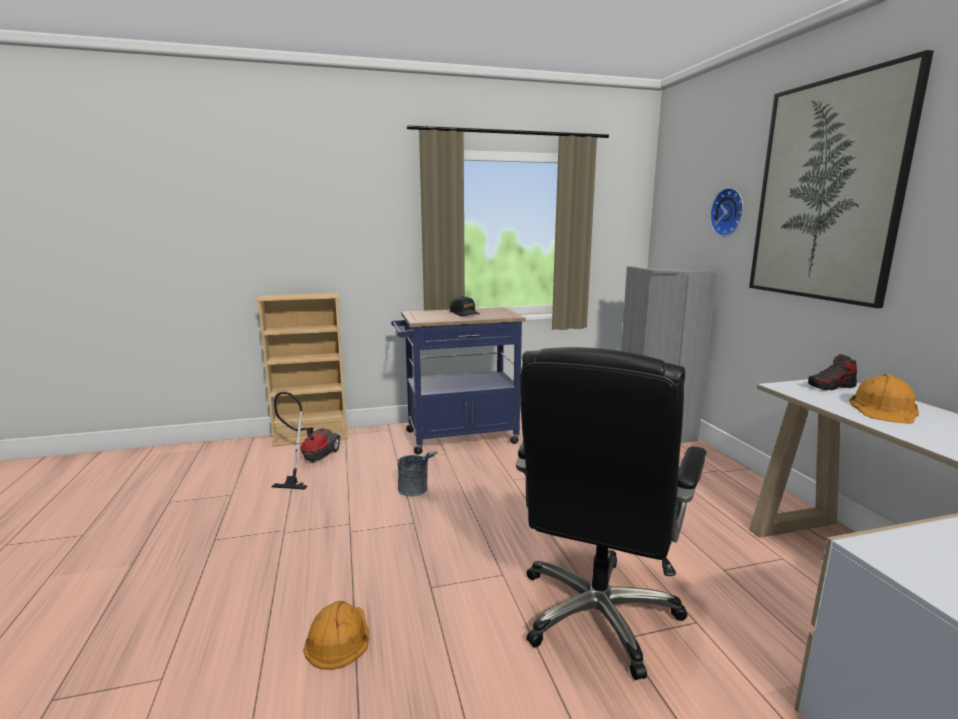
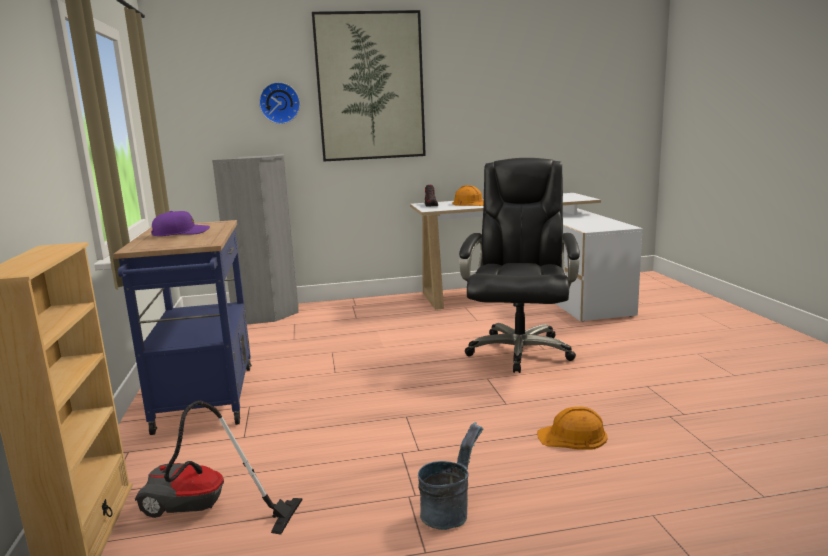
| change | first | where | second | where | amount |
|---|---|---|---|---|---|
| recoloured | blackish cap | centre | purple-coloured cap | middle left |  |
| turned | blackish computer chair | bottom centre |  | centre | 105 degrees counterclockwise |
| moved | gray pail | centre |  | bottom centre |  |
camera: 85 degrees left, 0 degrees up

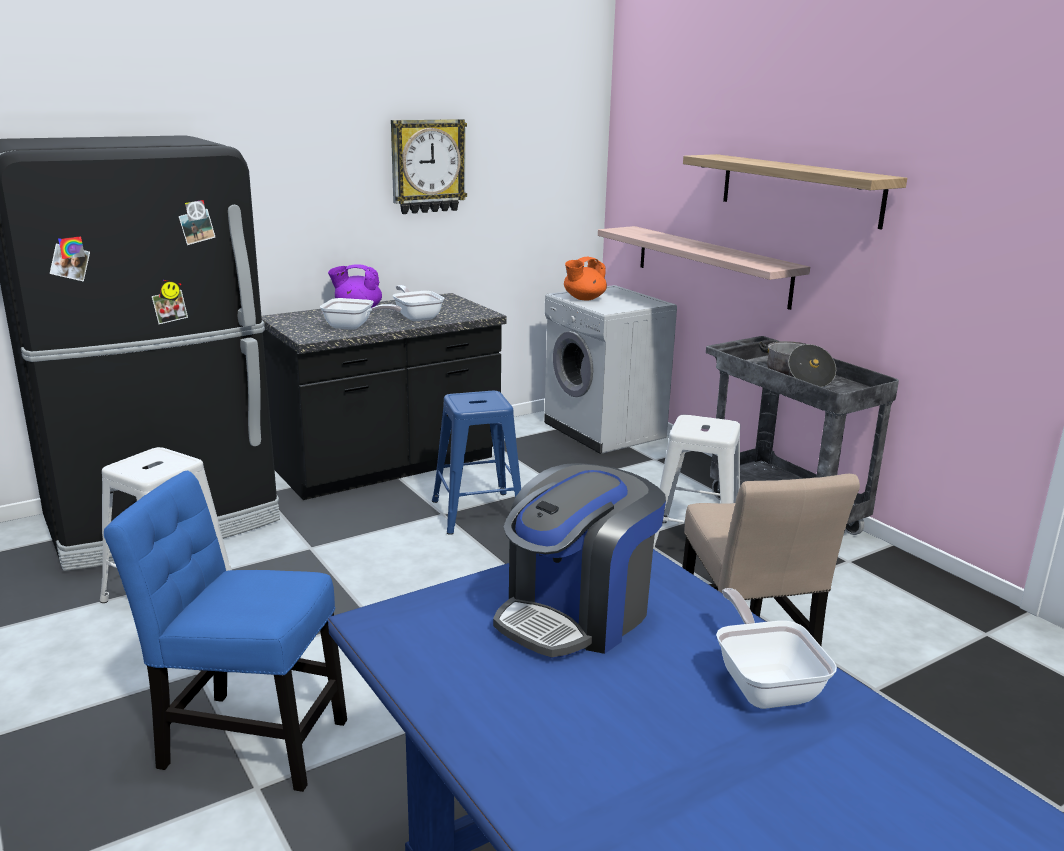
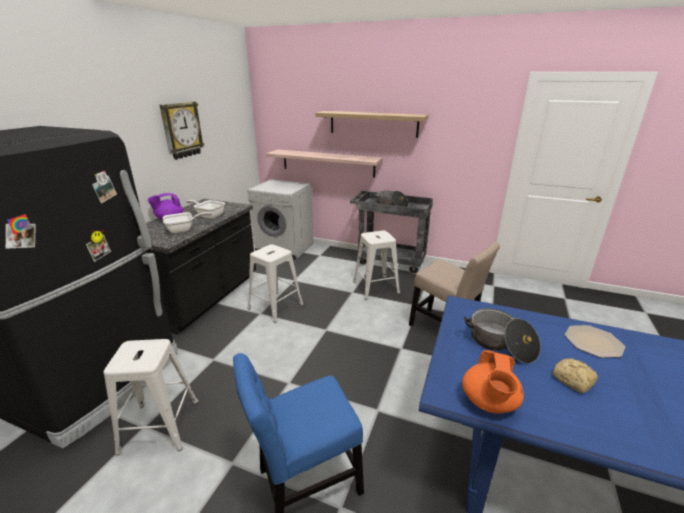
| change | first | where | second | where | amount |
|---|---|---|---|---|---|
| moved | orangey pot for tea | top centre |  | bottom right |  |
| recoloured | bluish stool seat | centre | white-coloured stool seat (2nd from left) | centre |  |
| replaced | coffee machine | centre | saucepot (2nd from left) | middle right |  |
| replaced | skillet (3rd from left) | bottom right | flat dish | middle right |  |
| added |  |  | bread | bottom right |  |
camera: 35 degrees left, 5 degrees up

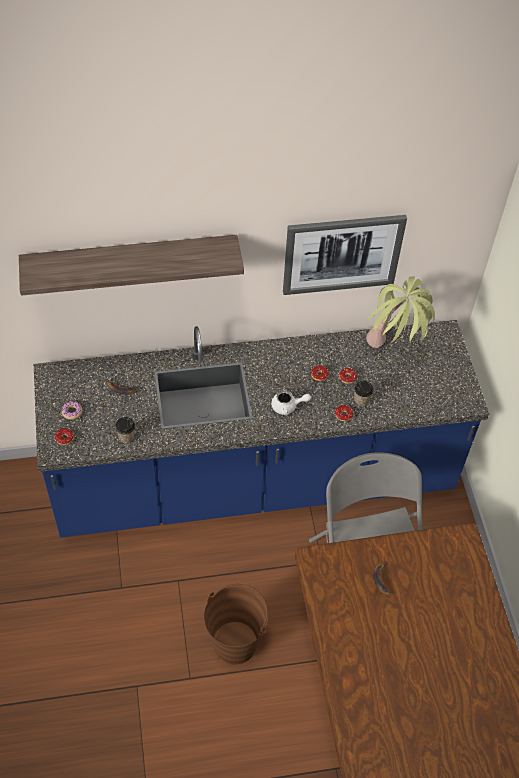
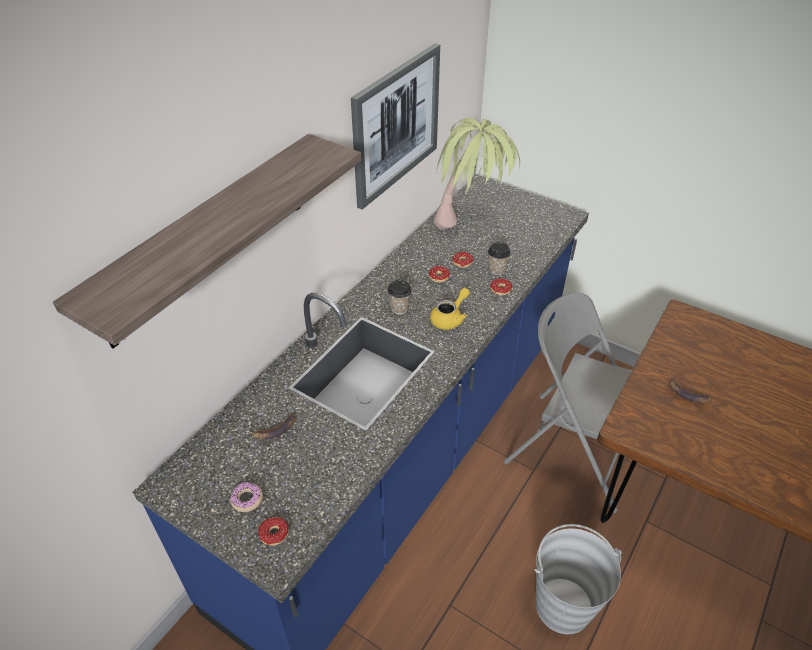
| change | first | where | second | where | amount |
|---|---|---|---|---|---|
| recoloured | white-coloured pot for tea | centre | yellow pot for tea | centre |  |
| moved | small cup (1st from left) | middle left |  | centre |  |
| recoloured | brownish pail | bottom centre | gray pail | bottom right |  |
camera: 45 degrees left, 10 degrees down

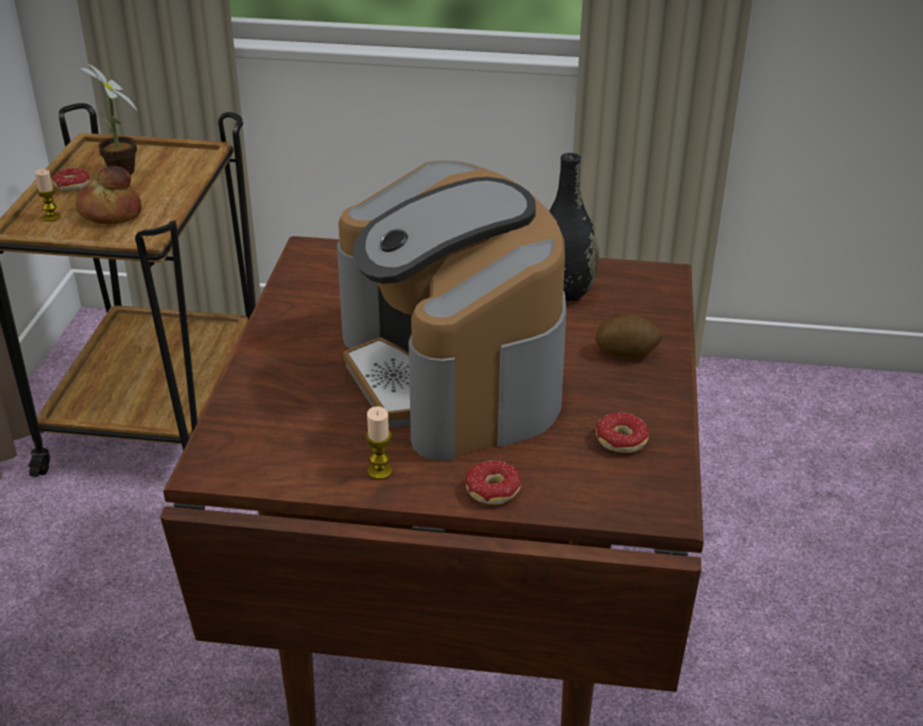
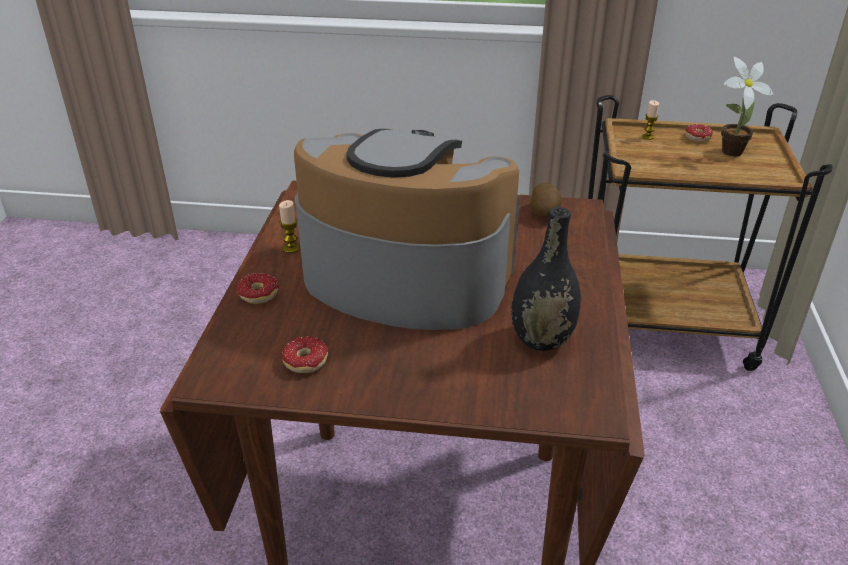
| change | first | where | second | where | amount |
|---|---|---|---|---|---|
| turned | coffee machine | centre |  | centre | 45 degrees clockwise |
| removed | bread | top left |  |  |  |
| moved | spud | middle right |  | centre |  |
camera: 90 degrees right, 0 degrees up

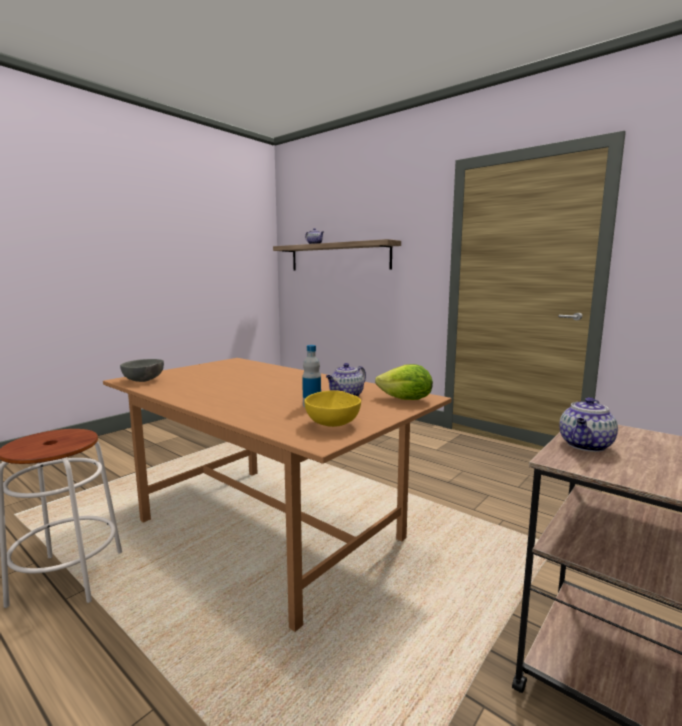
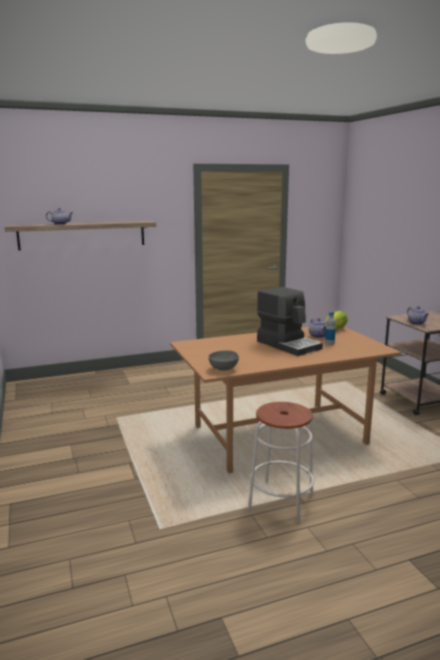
| change | first | where | second | where | amount |
|---|---|---|---|---|---|
| removed | yellow deep dish | centre |  |  |  |
| added |  |  | coffee machine | centre |  |
camera: 60 degrees left, 5 degrees up

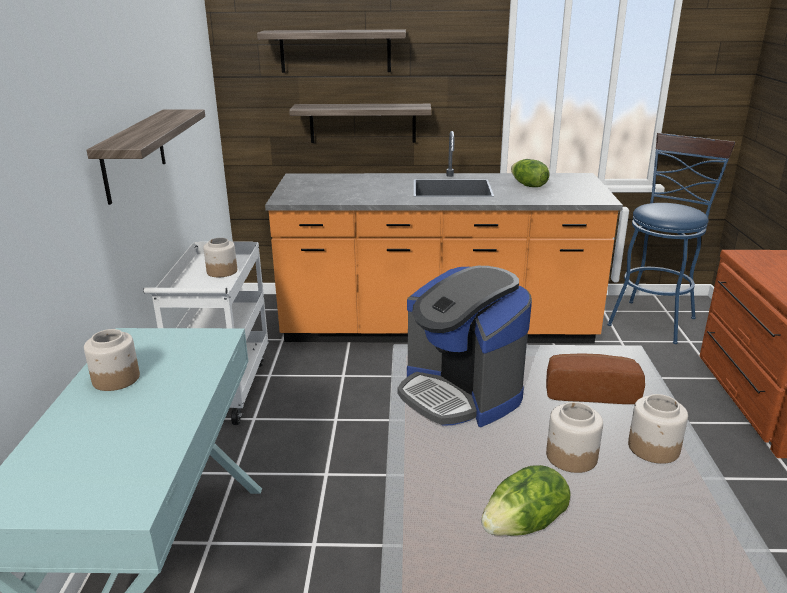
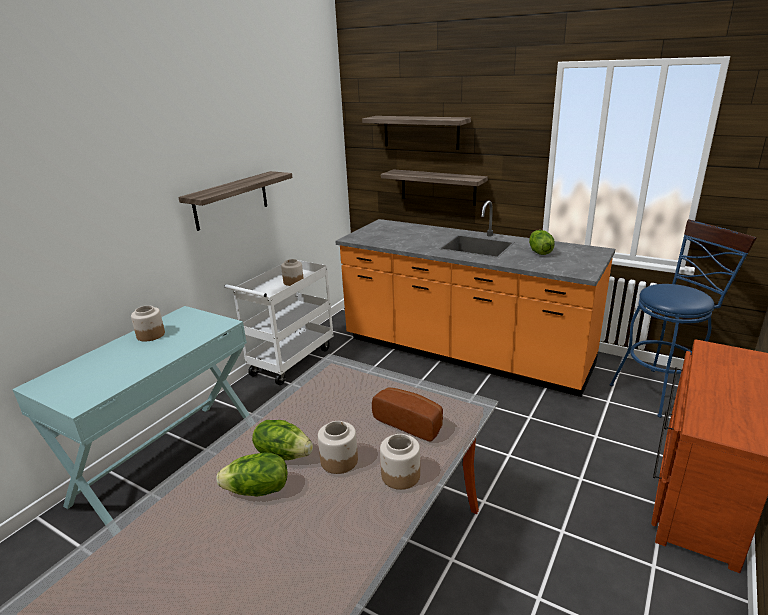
| change | first | where | second | where | amount |
|---|---|---|---|---|---|
| removed | coffee machine | centre |  |  |  |
| added |  |  | lettuce (2nd from left) | bottom centre |  |
camera: 30 degrees right, 0 degrees up

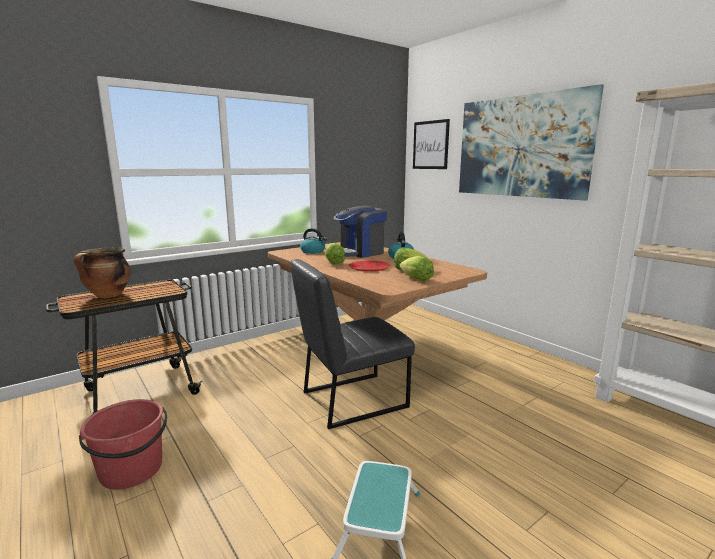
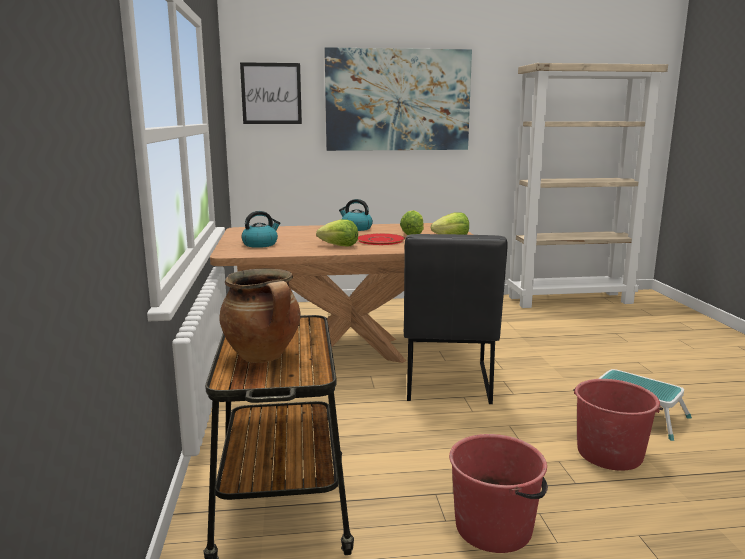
| change | first | where | second | where | amount |
|---|---|---|---|---|---|
| removed | coffee machine | centre |  |  |  |
| added |  |  | red pail (2nd from left) | bottom right |  |
camera: 60 degrees left, 0 degrees up

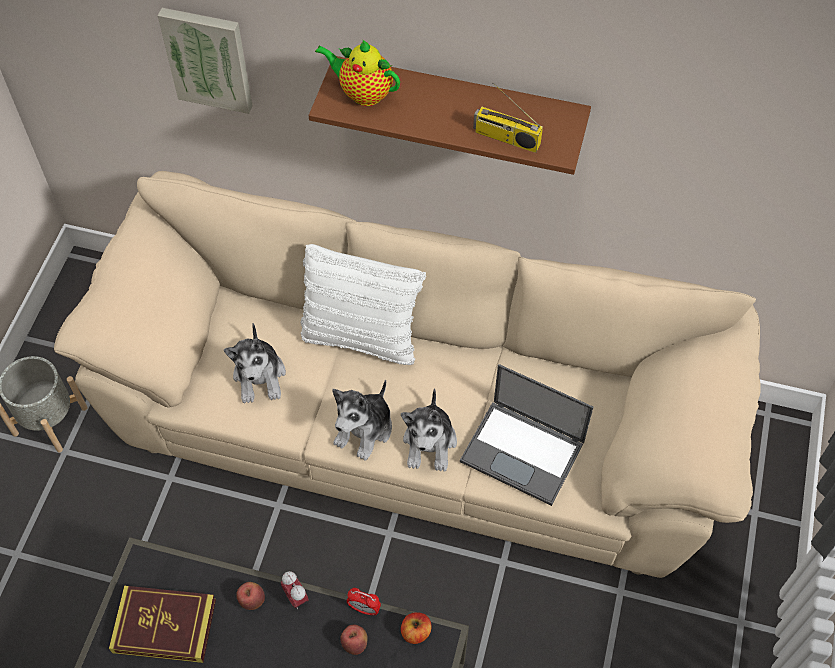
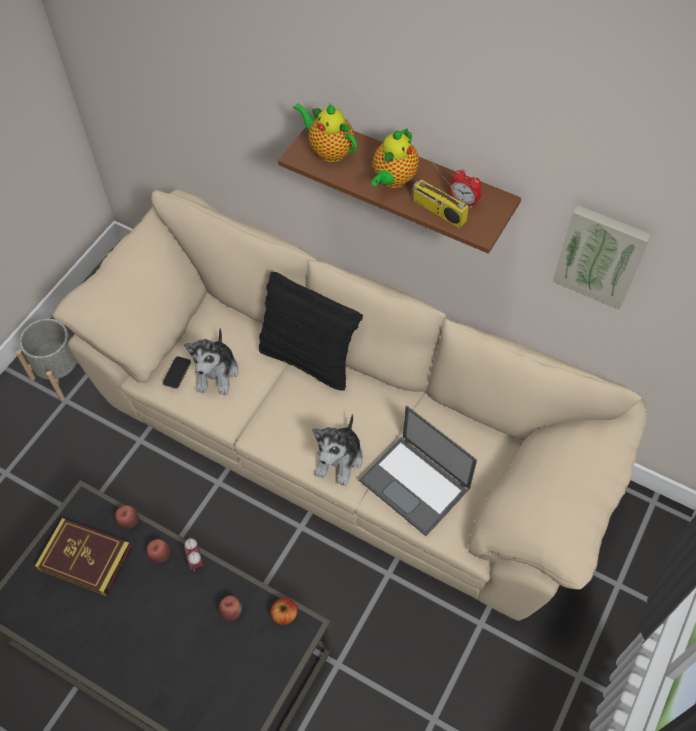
| change | first | where | second | where | amount |
|---|---|---|---|---|---|
| moved | wall picture | top left |  | middle right |  |
| recoloured | white-coloured pillow | centre | blackish pillow | centre |  |
| removed | soft toy (2nd from left) | centre |  |  |  |
| moved | table clock (2nd from left) | bottom centre |  | top right |  |
| added |  |  | pot for tea (2nd from left) | top centre |  |
| added |  |  | telephone | middle left |  |
| added |  |  | apple (1st from left) | bottom left |  |
camera: 15 degrees right, 0 degrees up

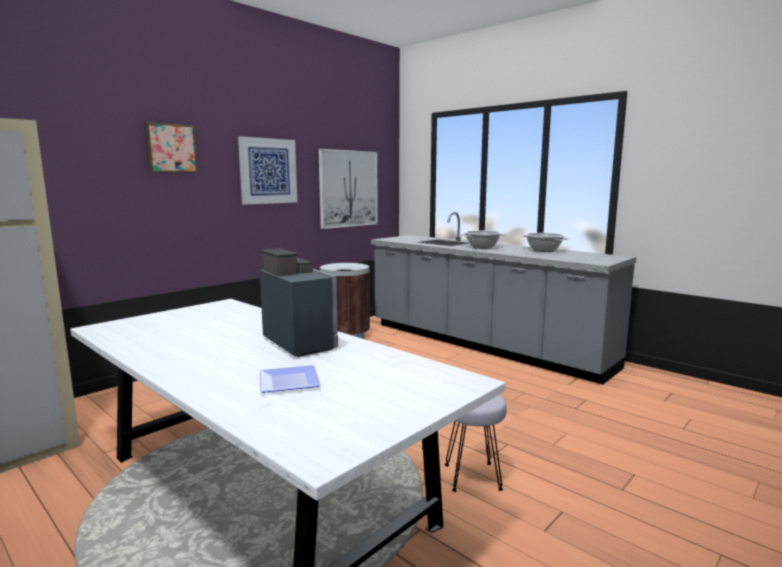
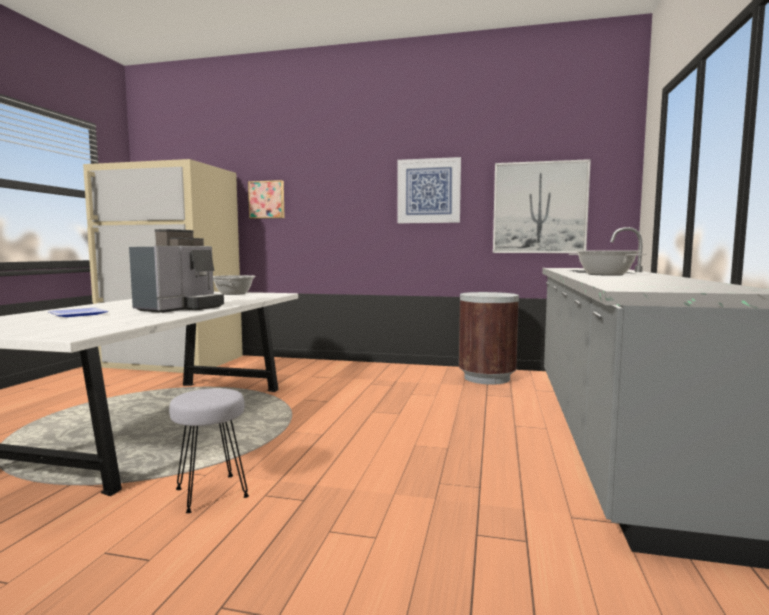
| change | first | where | second | where | amount |
|---|---|---|---|---|---|
| moved | wall picture (1st from left) | top left |  | top centre |  |
| moved | saucepot (2nd from left in the first image) | middle right | saucepot (1st from left) | middle left |  |
camera: 60 degrees right, 5 degrees down

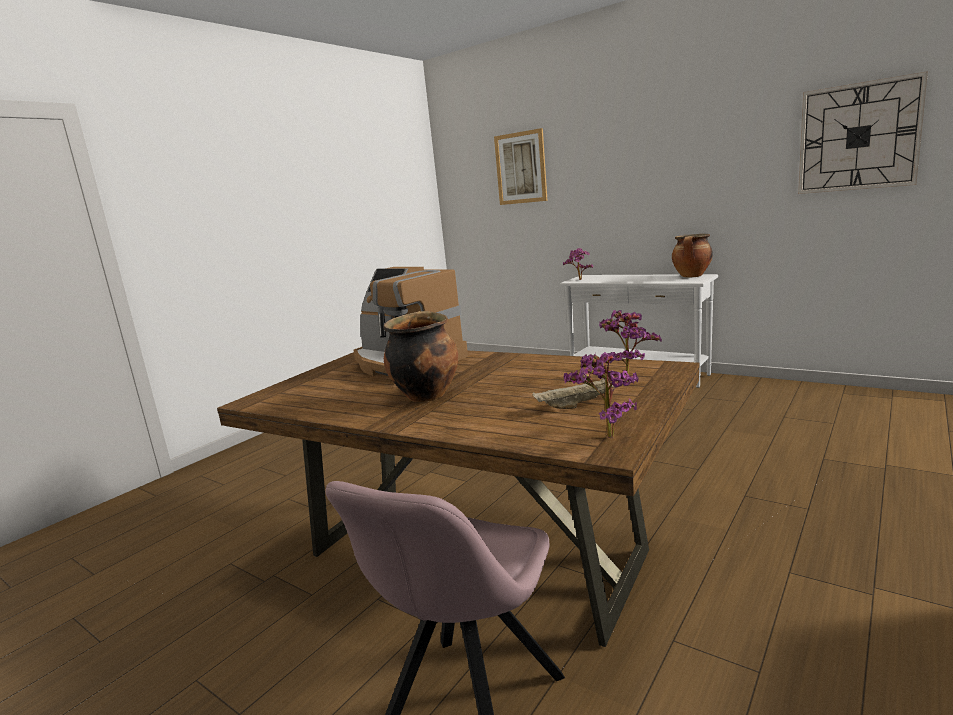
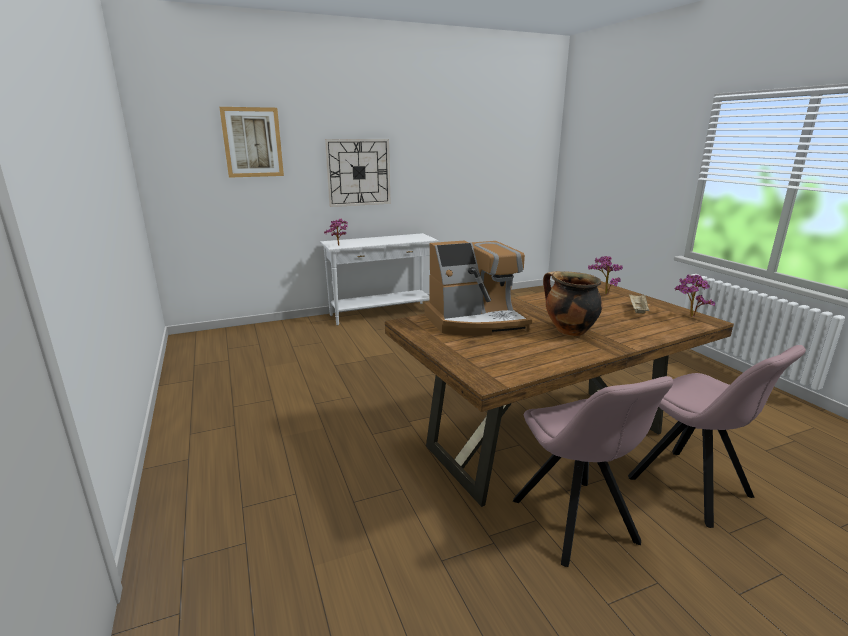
| change | first | where | second | where | amount |
|---|---|---|---|---|---|
| moved | wall clock | top right |  | top centre |  |
| removed | saucepot (2nd from left) | middle right |  |  |  |
| added |  |  | pink-coloured upright chair (1st from left) | bottom right |  |
camera: 60 degrees left, 5 degrees up

